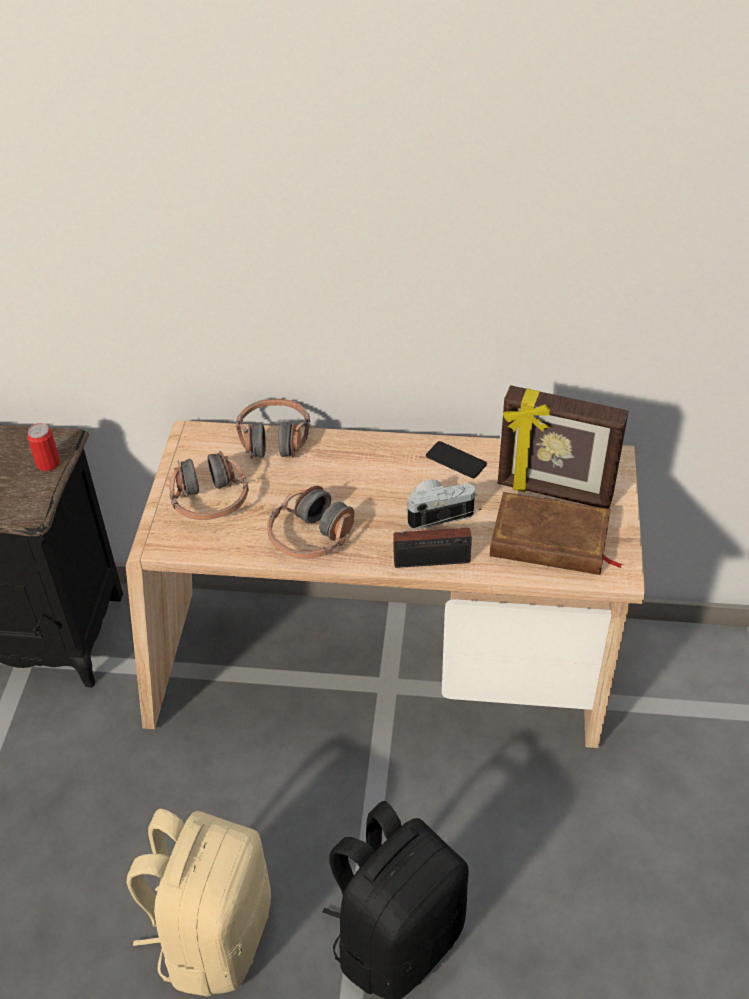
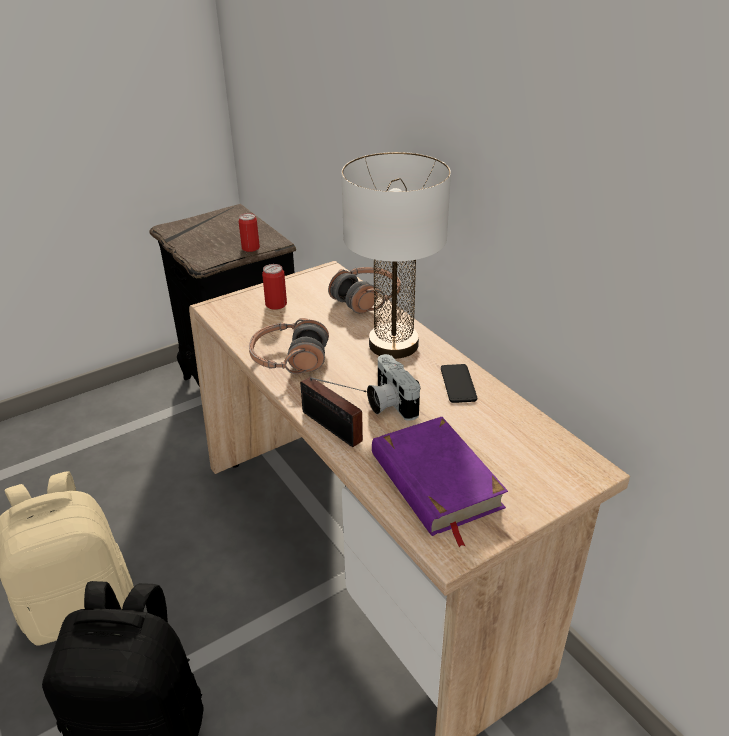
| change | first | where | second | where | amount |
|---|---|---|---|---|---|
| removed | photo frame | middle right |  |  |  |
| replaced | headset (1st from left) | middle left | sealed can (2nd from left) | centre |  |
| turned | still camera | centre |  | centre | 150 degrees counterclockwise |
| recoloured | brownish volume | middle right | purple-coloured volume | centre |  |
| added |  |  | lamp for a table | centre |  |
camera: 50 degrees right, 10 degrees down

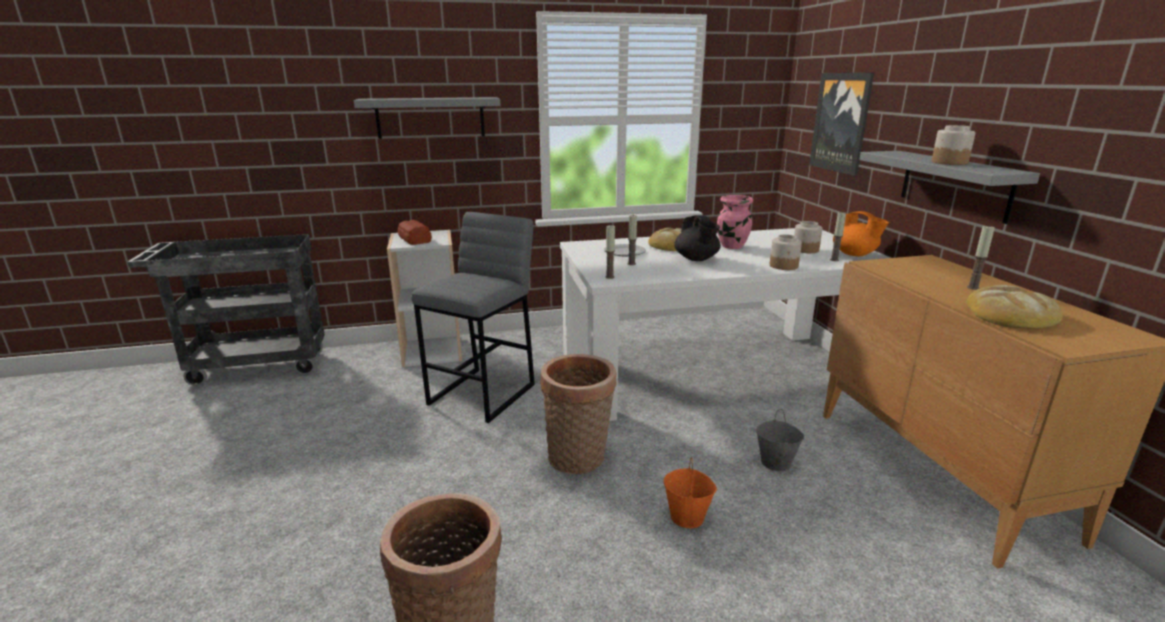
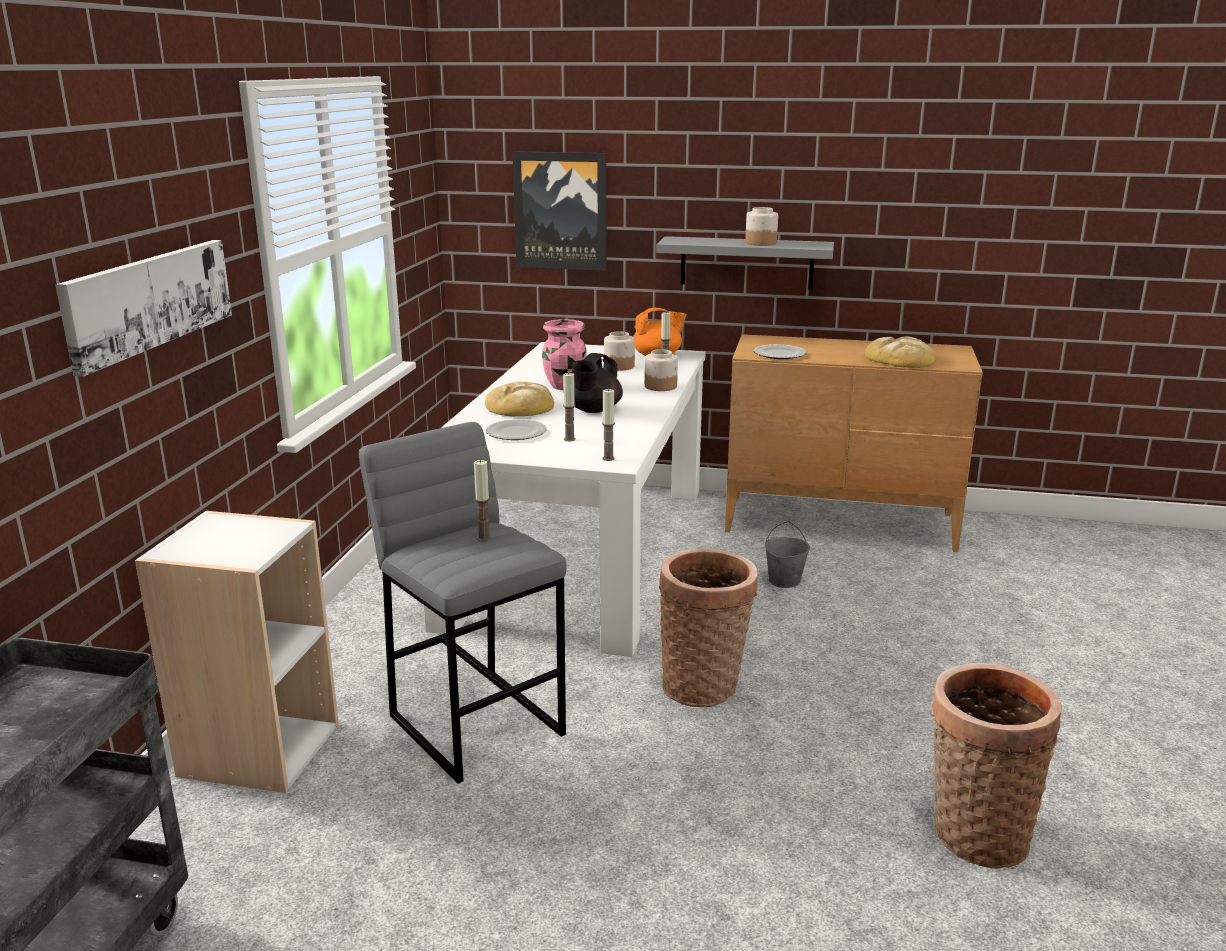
| change | first | where | second | where | amount |
|---|---|---|---|---|---|
| replaced | gray bracket shelf (1st from left) | top centre | wall picture (1st from left) | top left |  |
| turned | blackish pot for tea | centre |  | centre | 105 degrees clockwise |
| removed | bread (1st from left) | centre |  |  |  |
| moved | wax candle (4th from left in the first image) | middle right | wax candle (1st from left) | centre |  |
| removed | orangey pail | bottom centre |  |  |  |
| added |  |  | flat dish (2nd from left) | centre |  |
camera: 65 degrees left, 0 degrees up

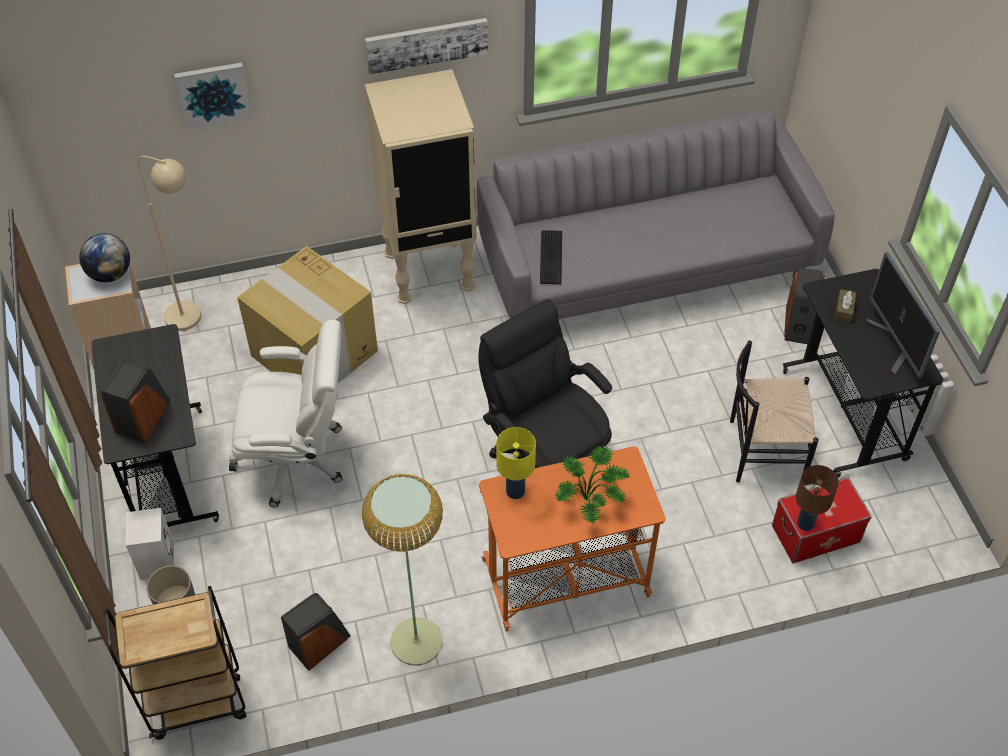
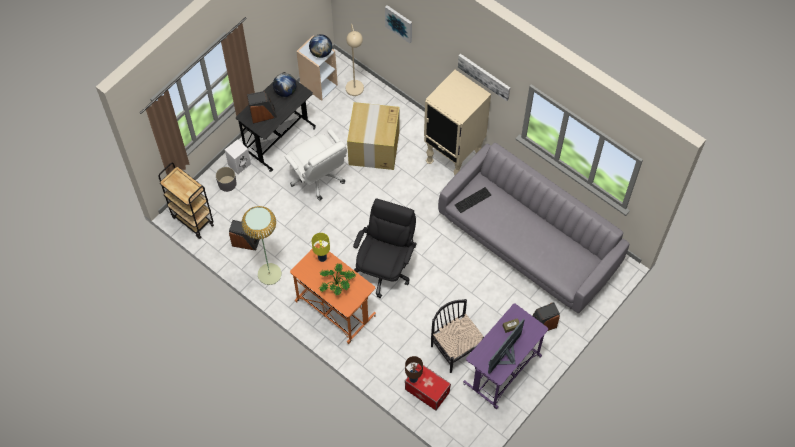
| change | first | where | second | where | amount |
|---|---|---|---|---|---|
| recoloured | blackish desk unit (2nd from left) | middle right | purple-coloured desk unit | bottom centre |  |
| added |  |  | globe (1st from left) | top centre |  |
camera: 55 degrees right, 10 degrees up

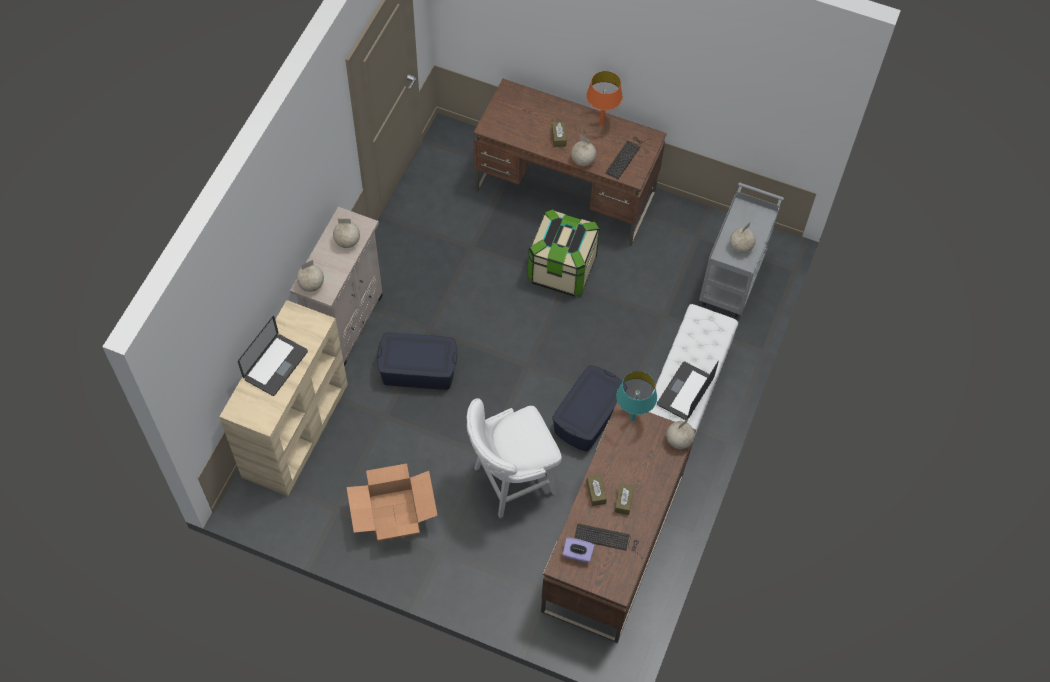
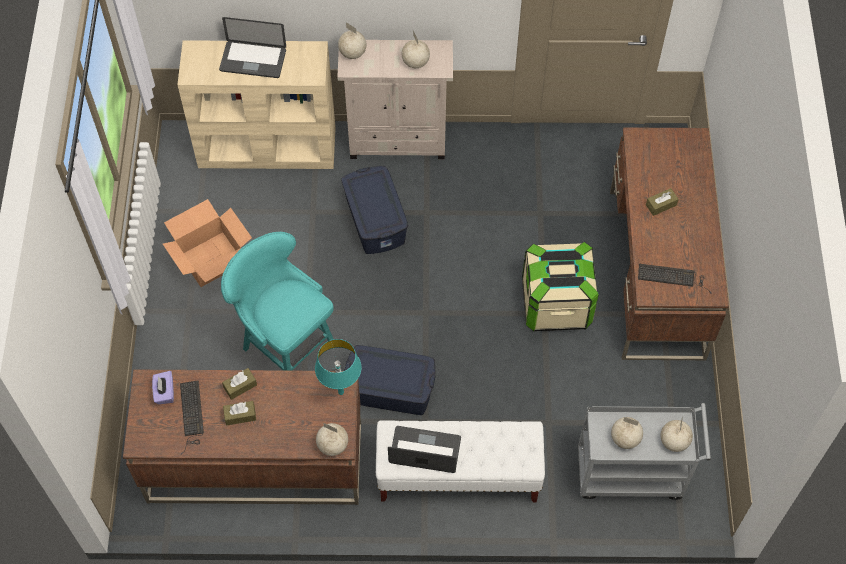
| change | first | where | second | where | amount |
|---|---|---|---|---|---|
| removed | orangey lamp for a table | top centre |  |  |  |
| moved | globe (3rd from left in the first image) | top centre | globe (5th from left) | bottom right |  |
| recoloured | white-coloured stool seat | bottom centre | turquoise stool seat | middle left |  |
camera: 70 degrees right, 0 degrees up

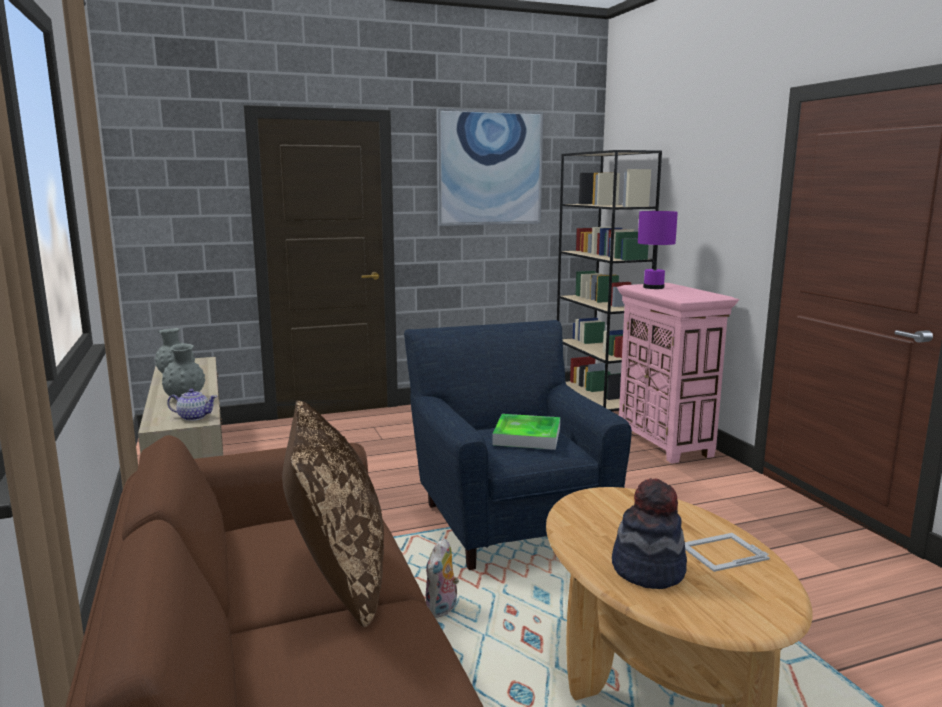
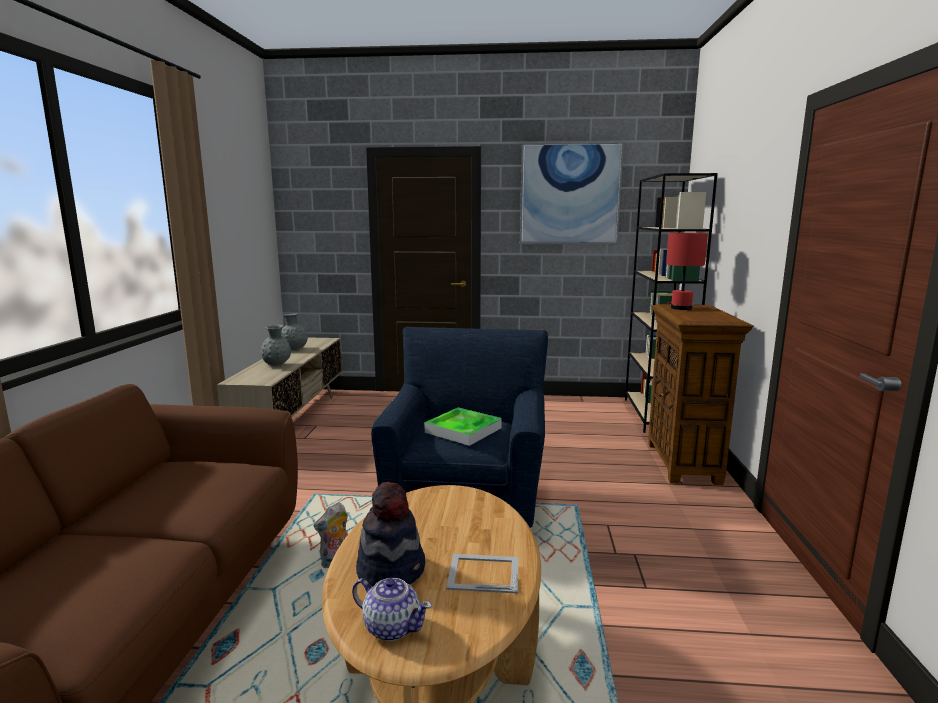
| change | first | where | second | where | amount |
|---|---|---|---|---|---|
| recoloured | purple-coloured lamp for a table | middle right | red lamp for a table | middle right |  |
| recoloured | pink-coloured storage cabinet | middle right | brownish storage cabinet | middle right |  |
| moved | pot for tea | middle left |  | bottom centre |  |
| removed | brownish pillow | bottom centre |  |  |  |
camera: 25 degrees right, 0 degrees up

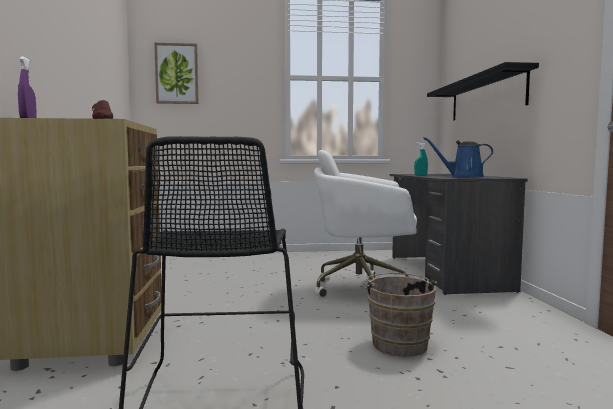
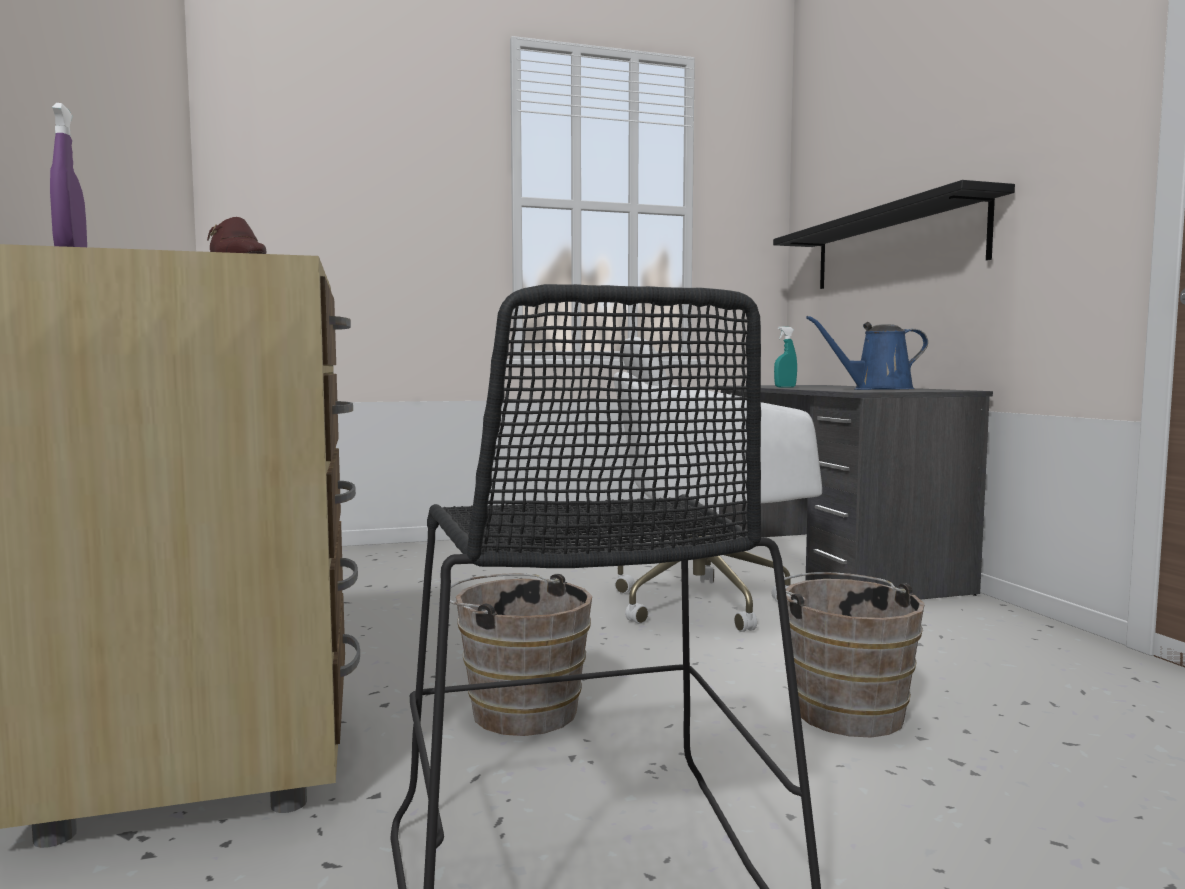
| change | first | where | second | where | amount |
|---|---|---|---|---|---|
| removed | wall picture | top left |  |  |  |
| added |  |  | brownish pail (1st from left) | bottom centre |  |
camera: 10 degrees left, 0 degrees up

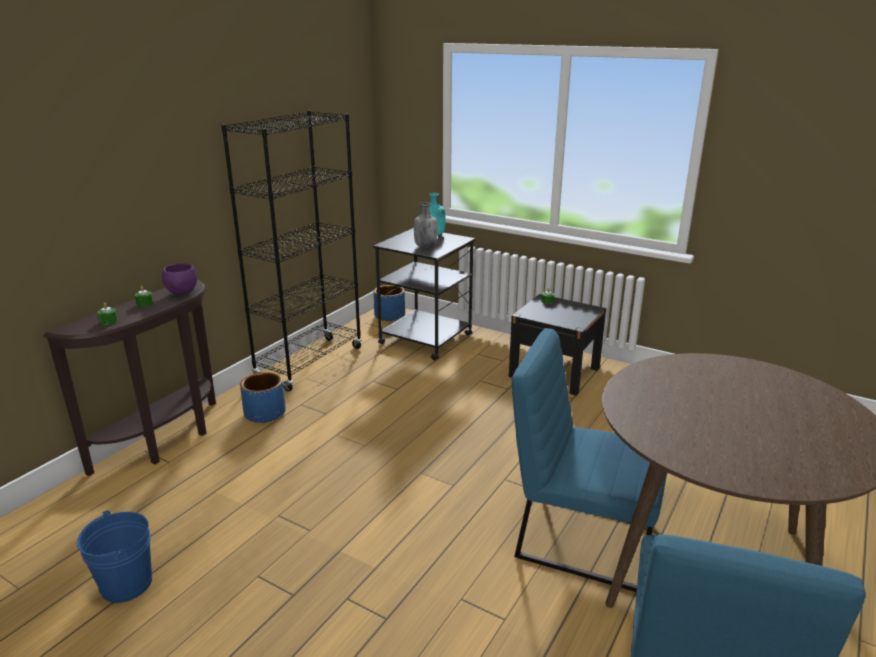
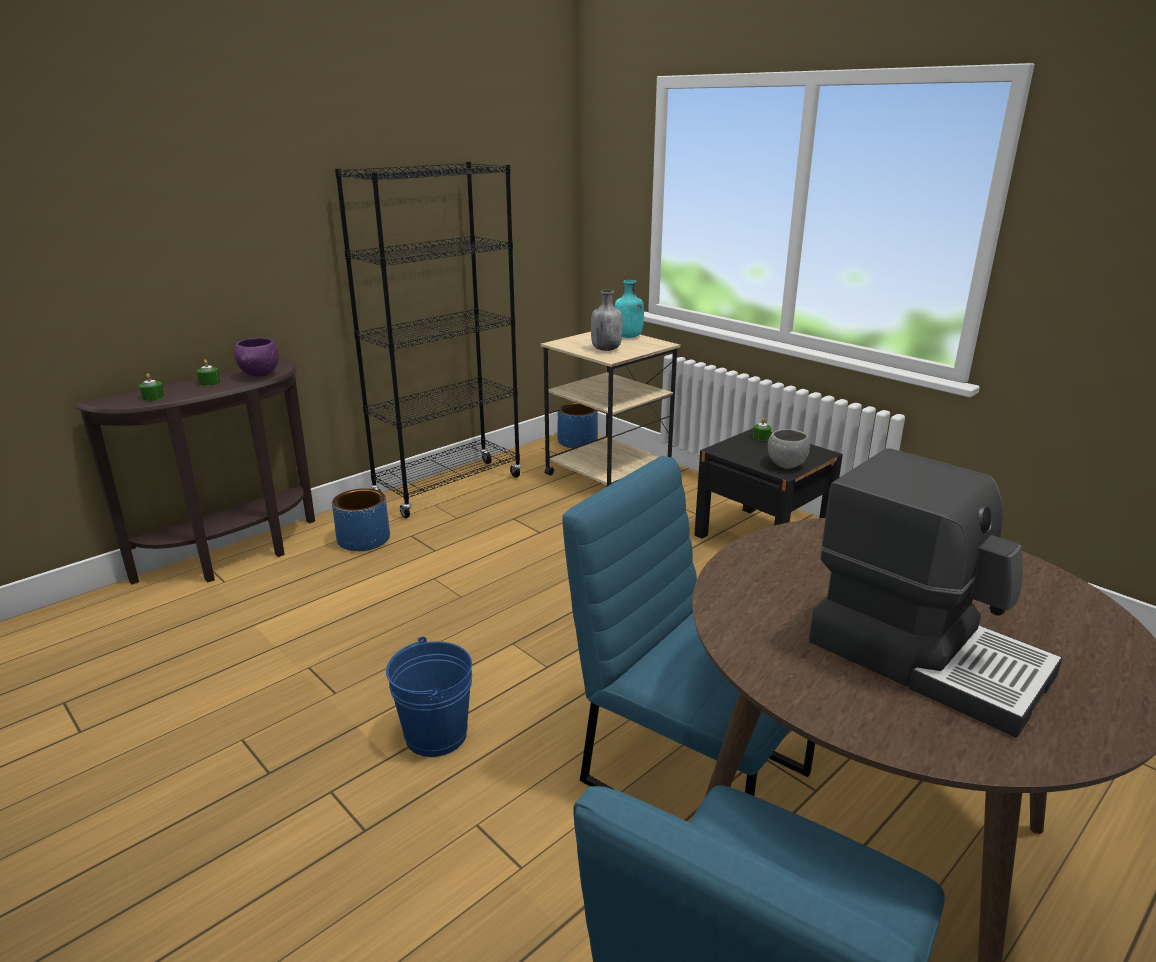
| change | first | where | second | where | amount |
|---|---|---|---|---|---|
| recoloured | blackish wheeled cart | centre | sand-coloured wheeled cart | centre |  |
| moved | bluish pail | bottom left |  | bottom centre |  |
| added |  |  | gray deep dish | middle right |  |
| added |  |  | coffee machine | middle right |  |
camera: 15 degrees right, 0 degrees up

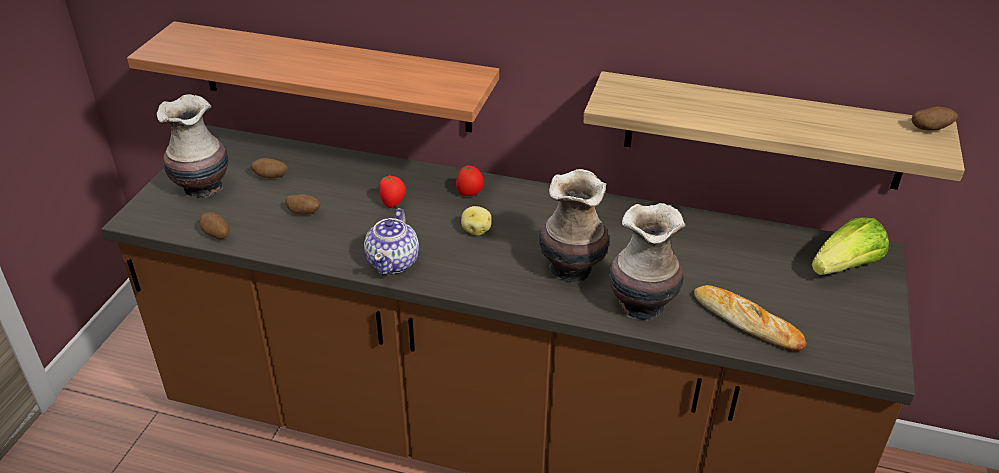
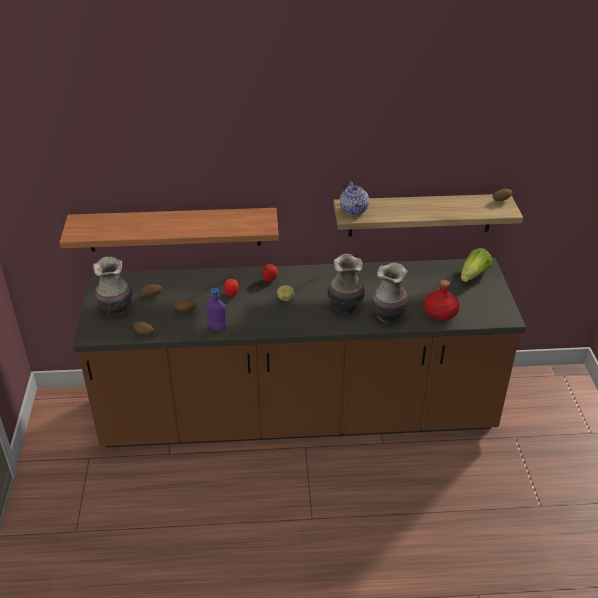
| change | first | where | second | where | amount |
|---|---|---|---|---|---|
| moved | pot for tea | centre |  | top centre |  |
| replaced | bread | bottom right | red bottle | middle right |  |
| added |  |  | purple-coloured bottle | centre |  |
camera: 20 degrees left, 0 degrees up

